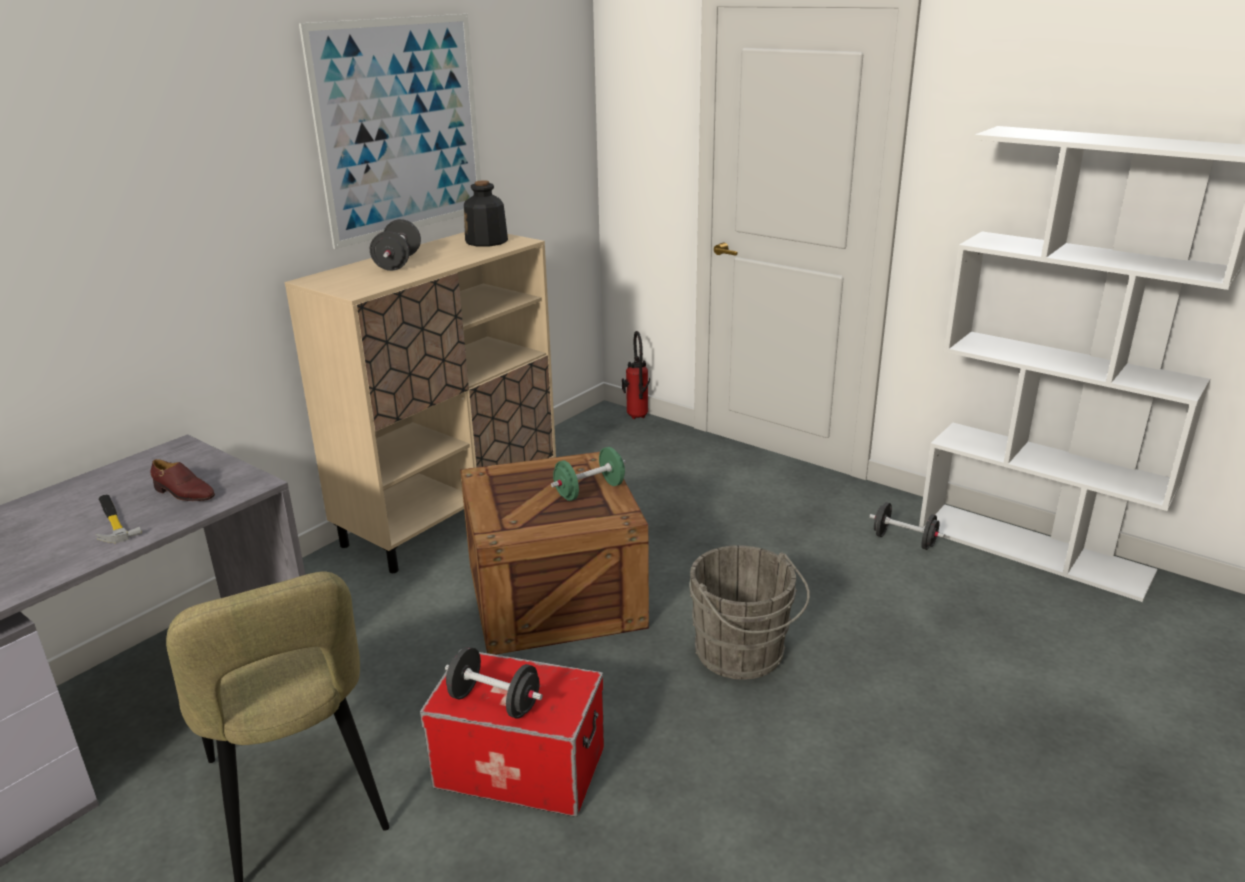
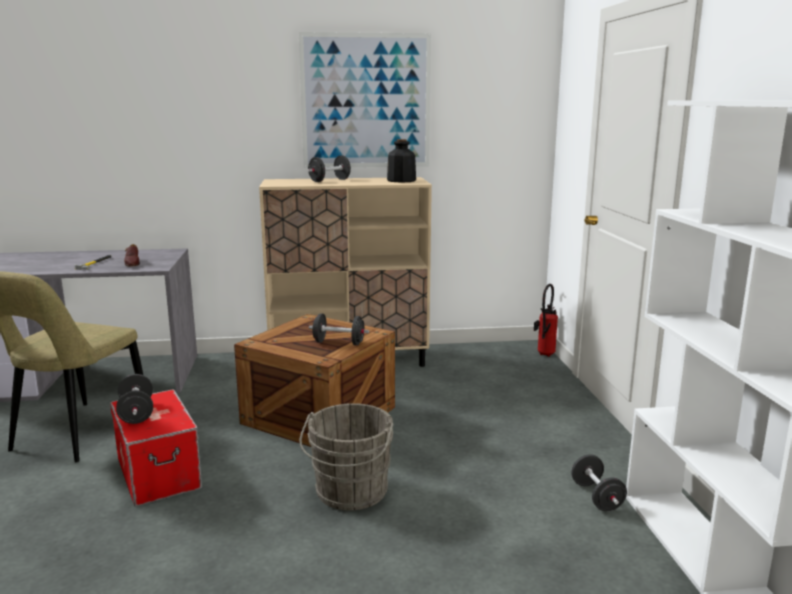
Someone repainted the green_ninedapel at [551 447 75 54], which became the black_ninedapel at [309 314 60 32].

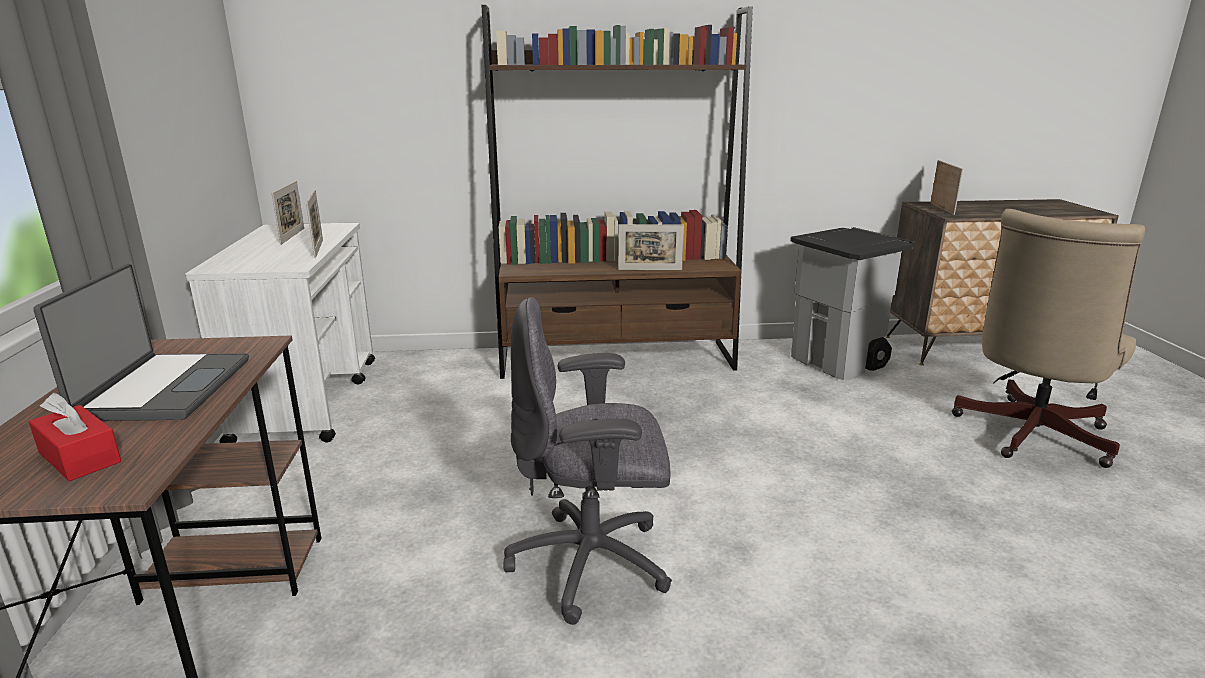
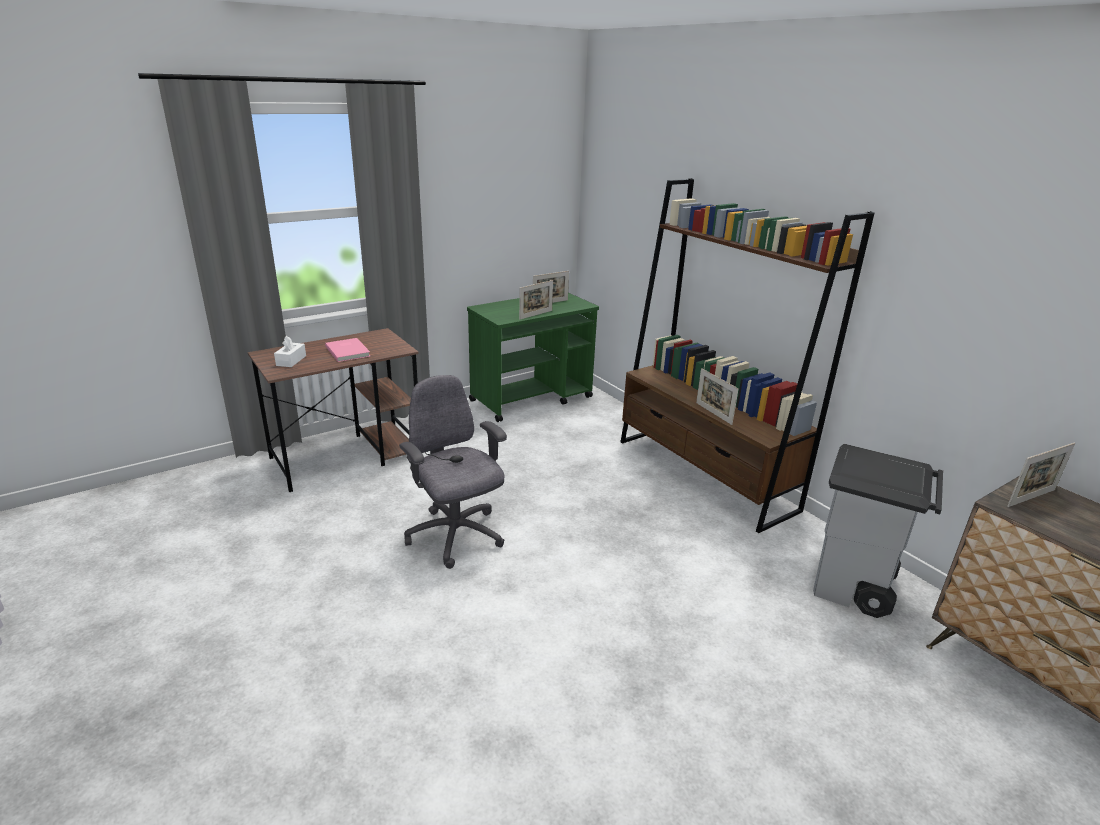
Someone took away the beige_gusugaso at [952 209 193 259]. Someone repainted the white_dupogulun at [185 223 190 220], which became the green_dupogulun at [467 293 132 129]. Someone swapped the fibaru at [33 264 216 157] for the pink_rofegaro at [325 338 45 24]. Someone repainted the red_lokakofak at [29 393 92 88], which became the white_lokakofak at [274 336 32 31].

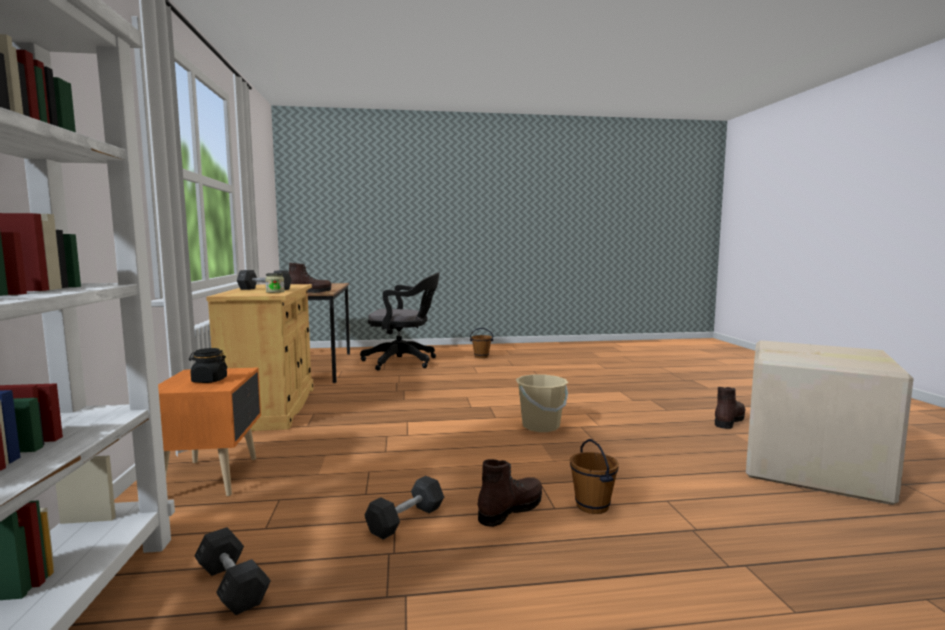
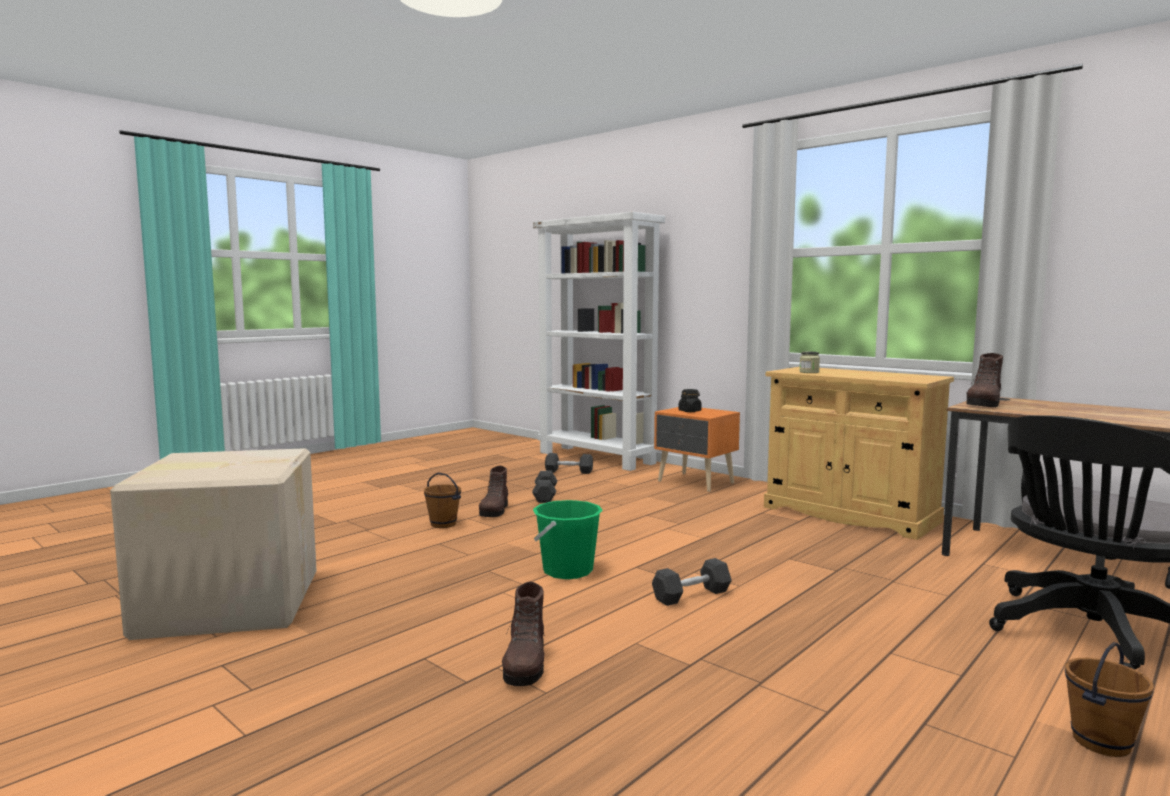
Someone carried the grey_ninedapel from [237 270 54 20] to [652 558 80 48]. Someone repainted the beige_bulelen at [516 375 52 57], which became the green_bulelen at [533 500 70 79]. Someone carried the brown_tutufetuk from [715 387 30 42] to [502 582 43 104].

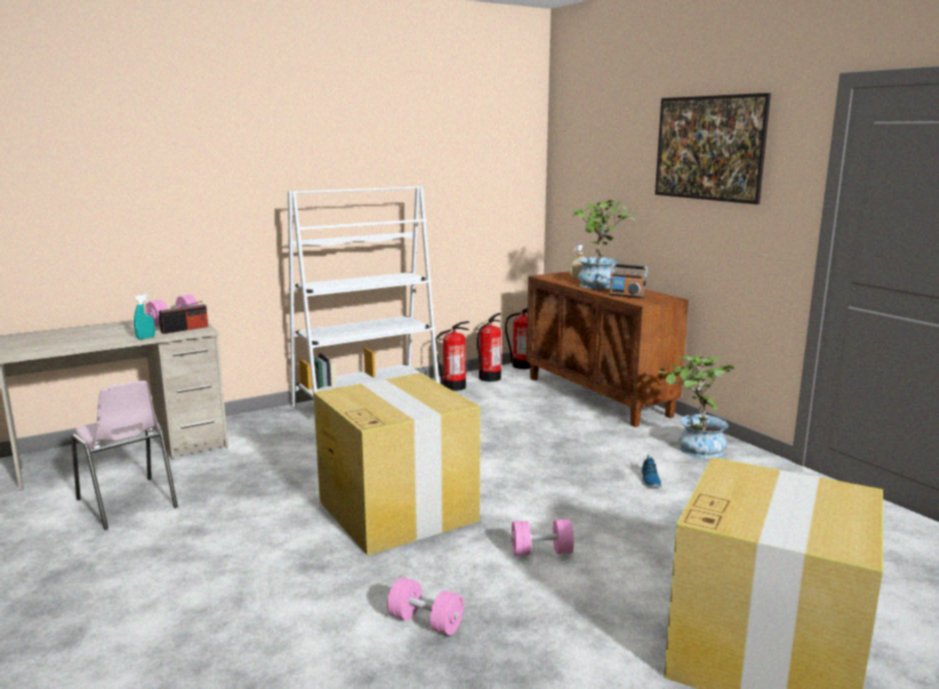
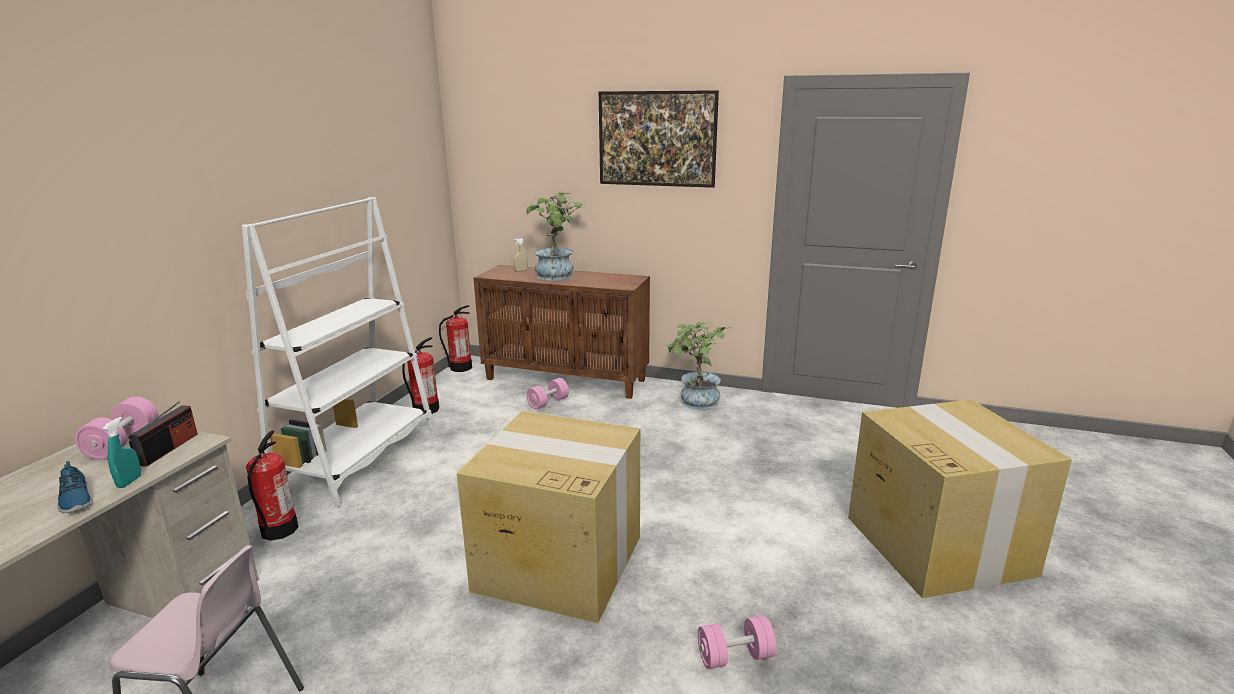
Someone took away the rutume at [609 264 39 35]. Someone carried the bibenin from [477 313 24 69] to [246 431 53 110]. Someone carried the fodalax from [641 455 20 32] to [57 461 36 52]. Someone carried the pink_ninedapel from [511 519 63 37] to [527 378 42 31].

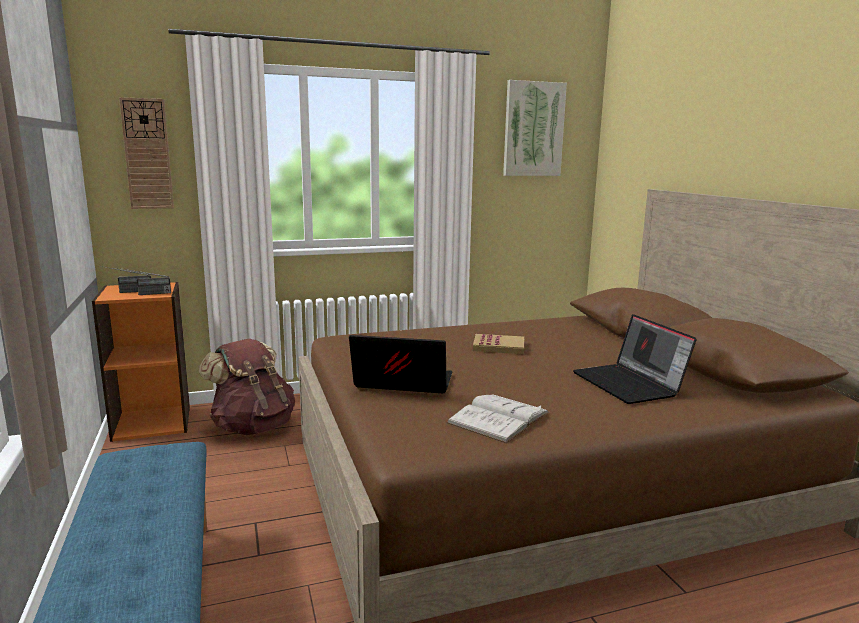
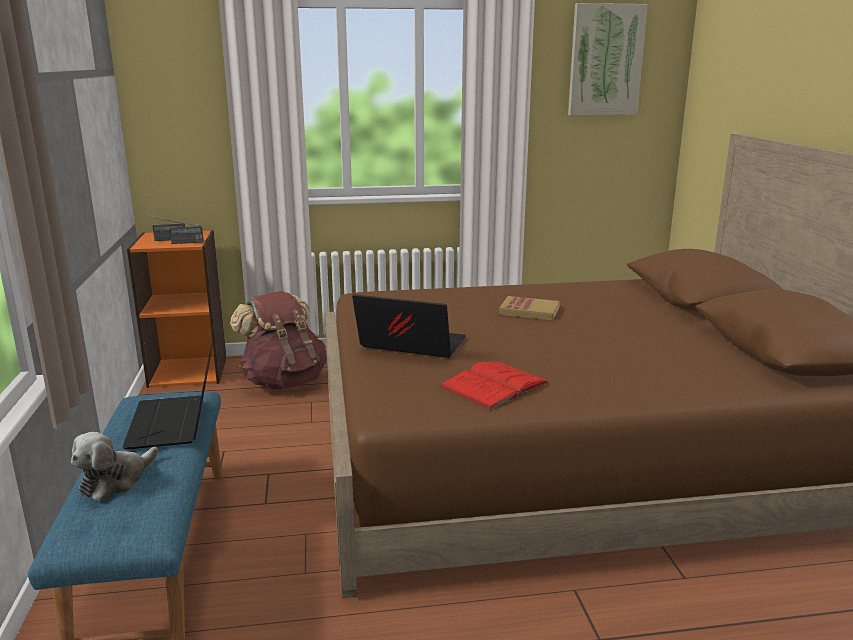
Someone took away the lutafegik at [119 97 55 112]. Someone carried the fibaru from [573 314 124 90] to [123 342 90 107]. Someone repainted the white_rofegaro at [446 394 103 49], which became the red_rofegaro at [439 361 111 50]. Someone put down the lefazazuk at [71 432 88 69].

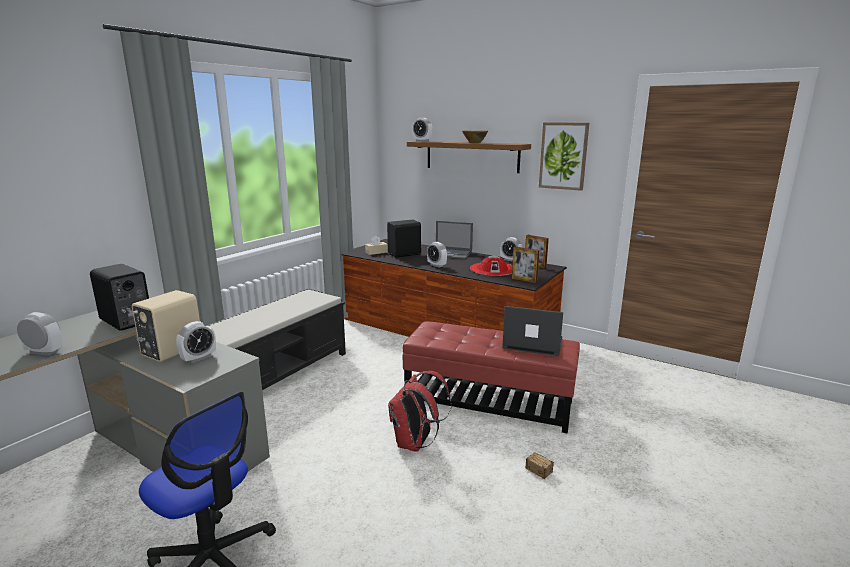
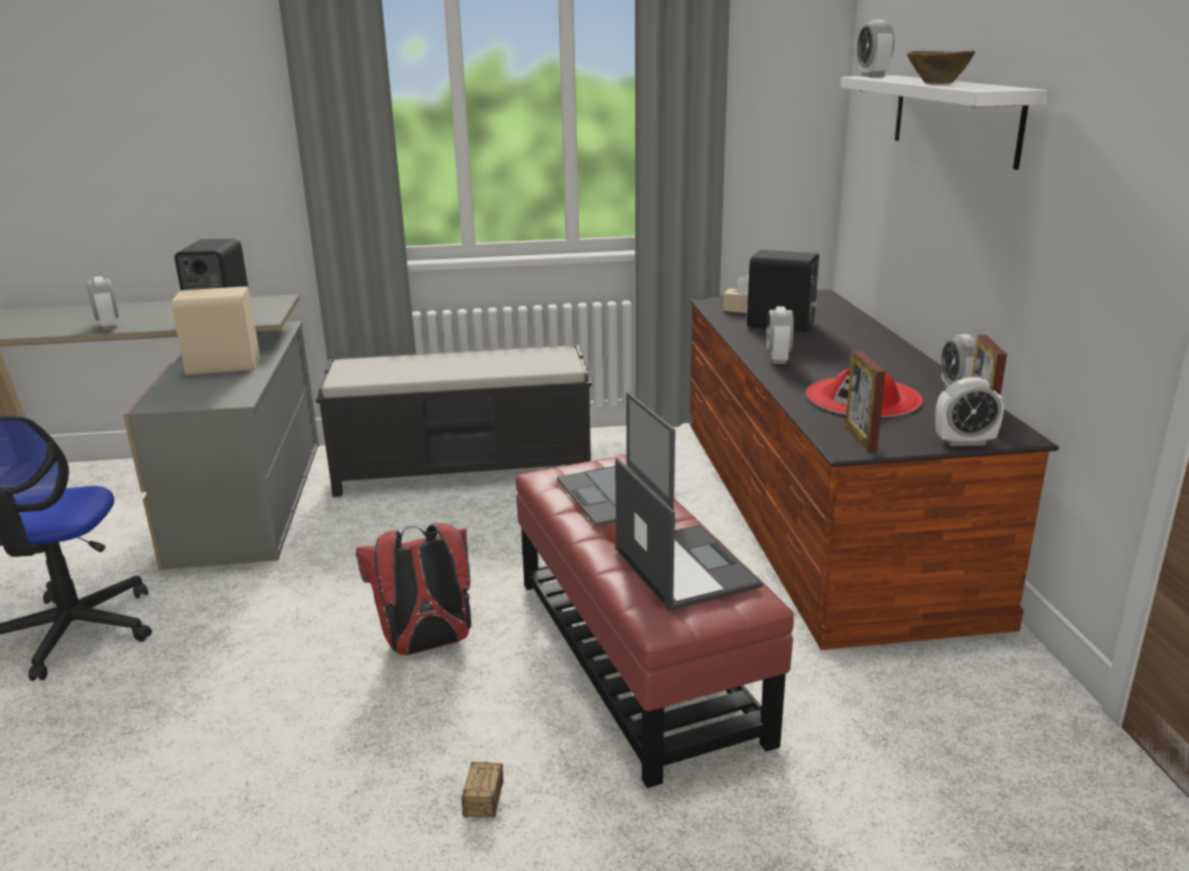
Someone took away the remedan at [539 122 50 69]. Someone repainted the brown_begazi at [407 141 124 32], which became the white_begazi at [841 75 206 95]. Someone carried the fibaru from [436 221 37 38] to [557 392 118 134]. Someone carried the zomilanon from [176 321 40 42] to [935 377 69 69].

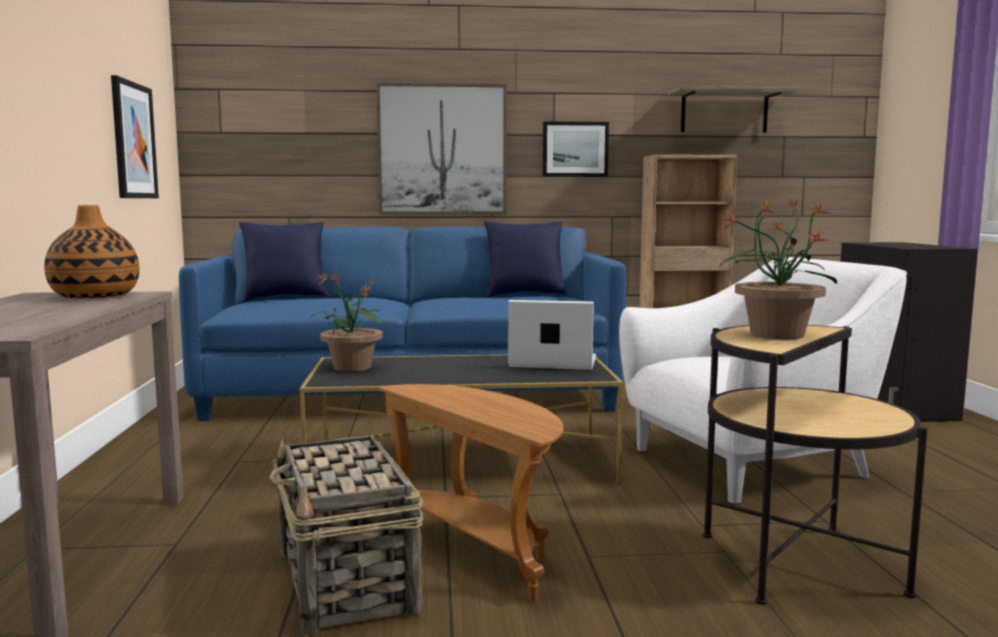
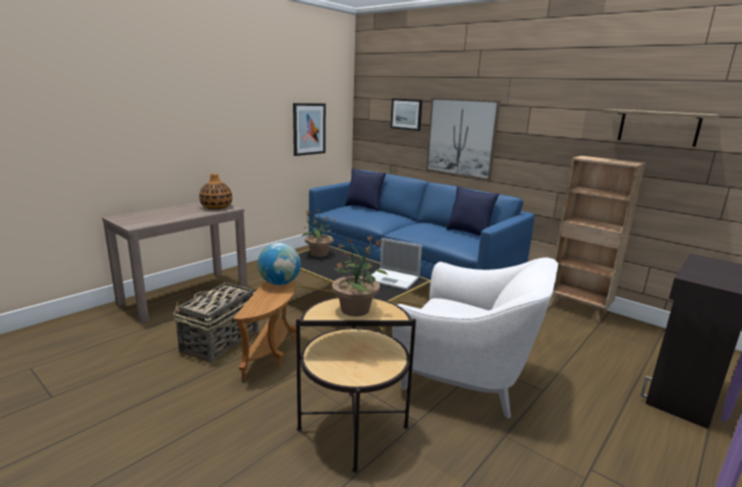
Someone carried the remedan from [543 121 66 56] to [391 98 31 33]. Someone rotated the fibaru at [508 300 88 70] by 150 degrees clockwise. Someone put down the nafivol at [258 243 43 42].

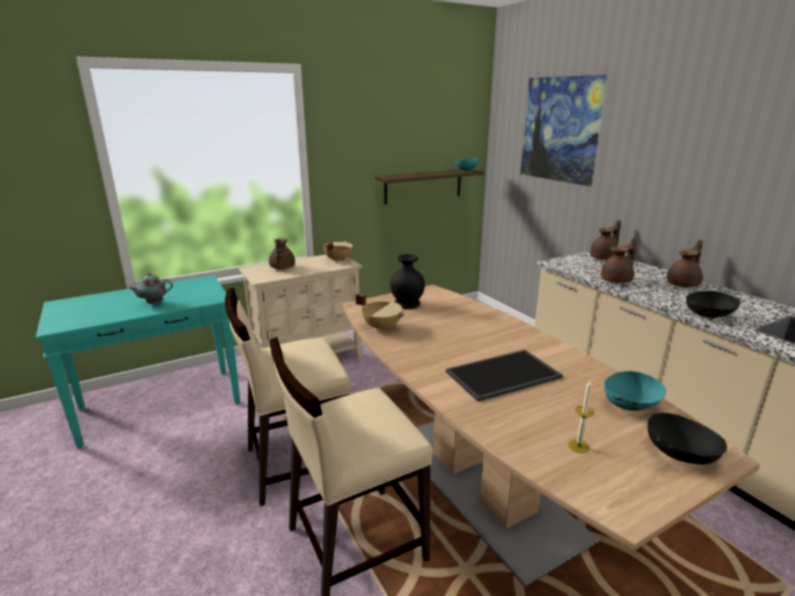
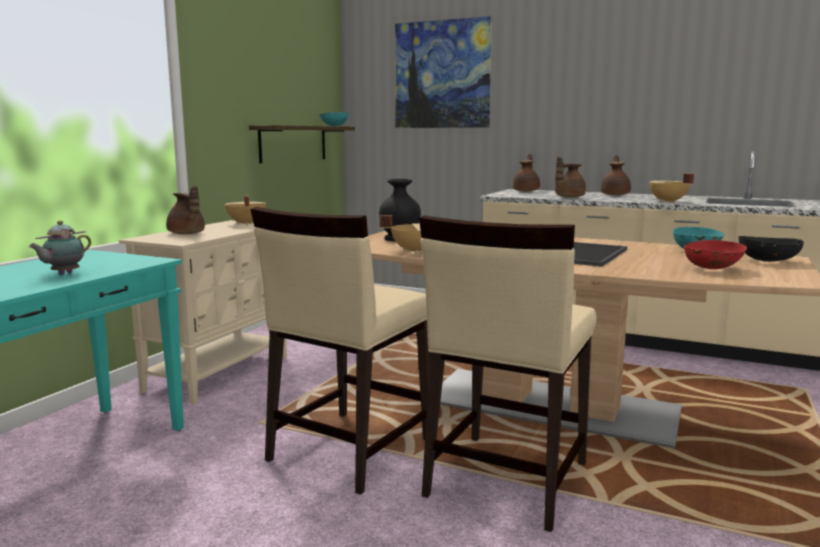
Someone rotated the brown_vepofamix at [601 237 36 46] by 150 degrees counterclockwise. Someone swapped the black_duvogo at [686 291 55 27] for the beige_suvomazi at [649 173 45 30]. Someone swapped the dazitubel at [568 380 26 73] for the red_duvogo at [684 240 63 29].

